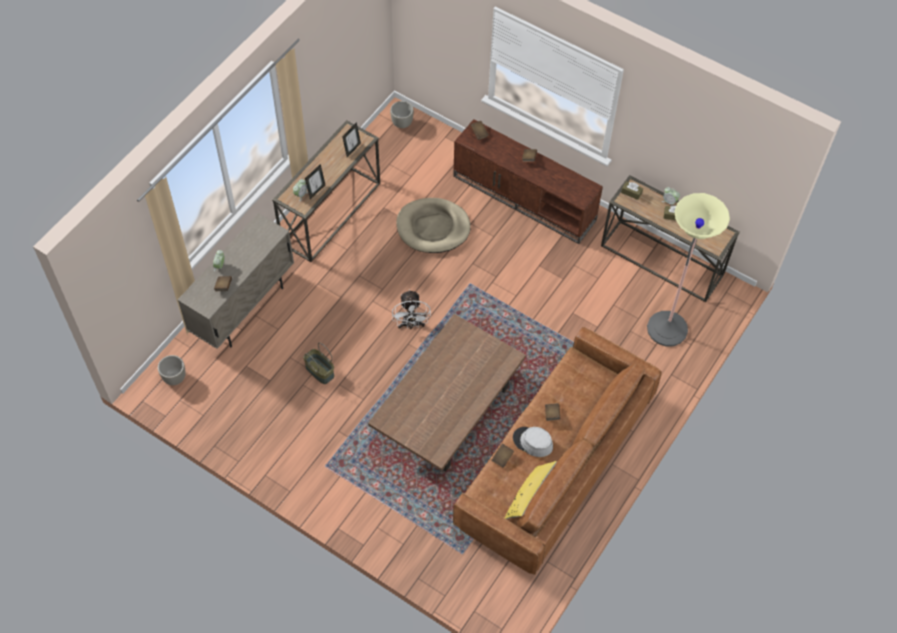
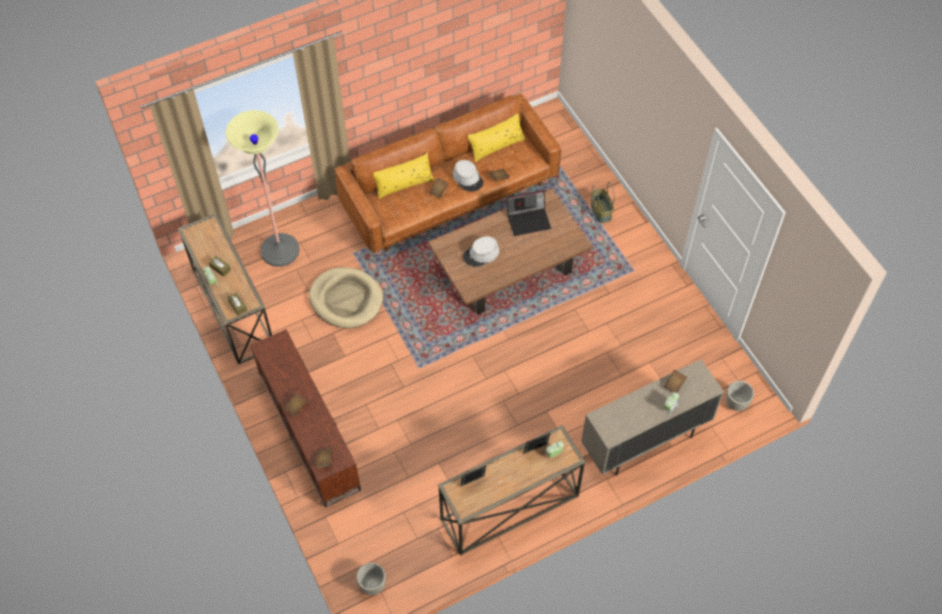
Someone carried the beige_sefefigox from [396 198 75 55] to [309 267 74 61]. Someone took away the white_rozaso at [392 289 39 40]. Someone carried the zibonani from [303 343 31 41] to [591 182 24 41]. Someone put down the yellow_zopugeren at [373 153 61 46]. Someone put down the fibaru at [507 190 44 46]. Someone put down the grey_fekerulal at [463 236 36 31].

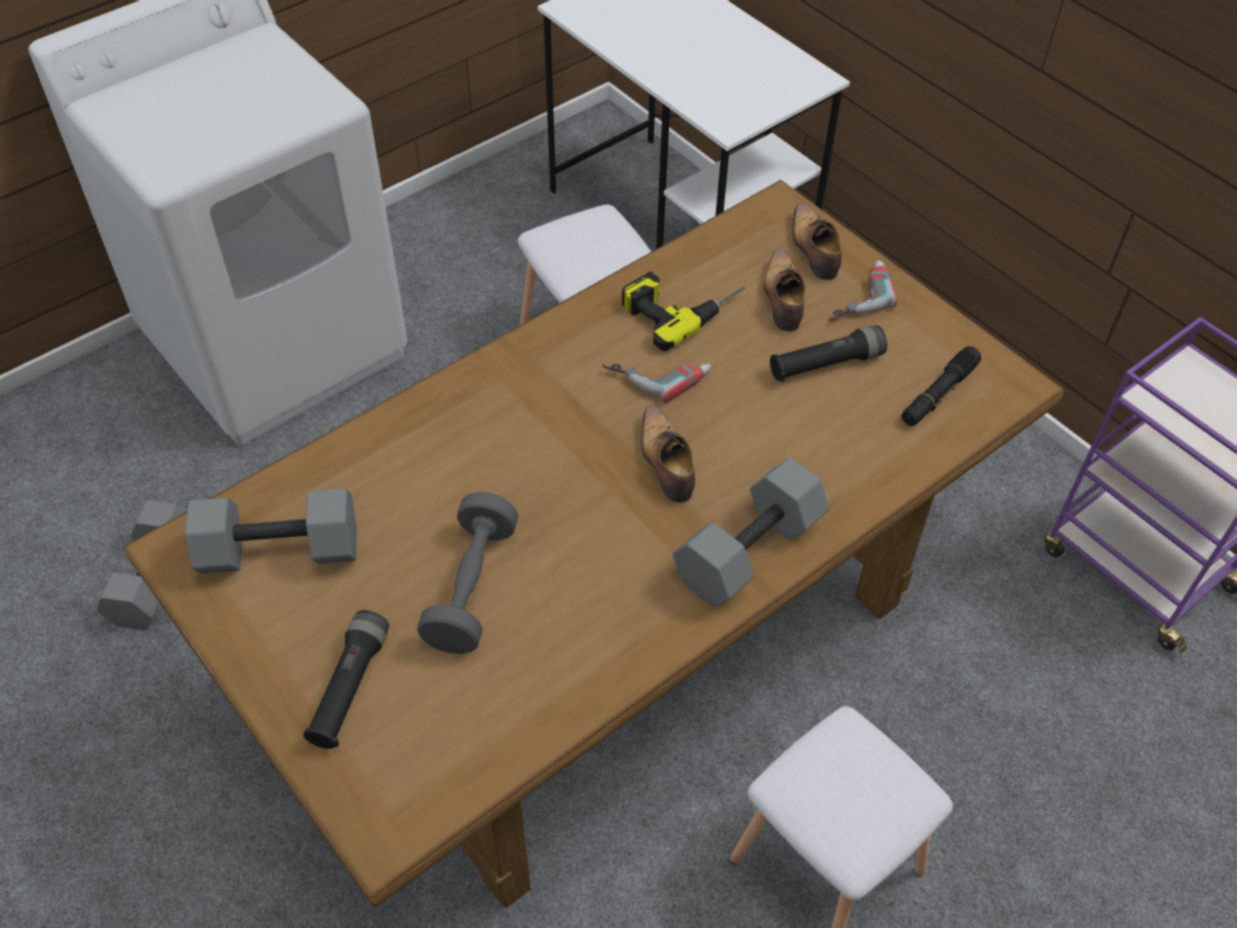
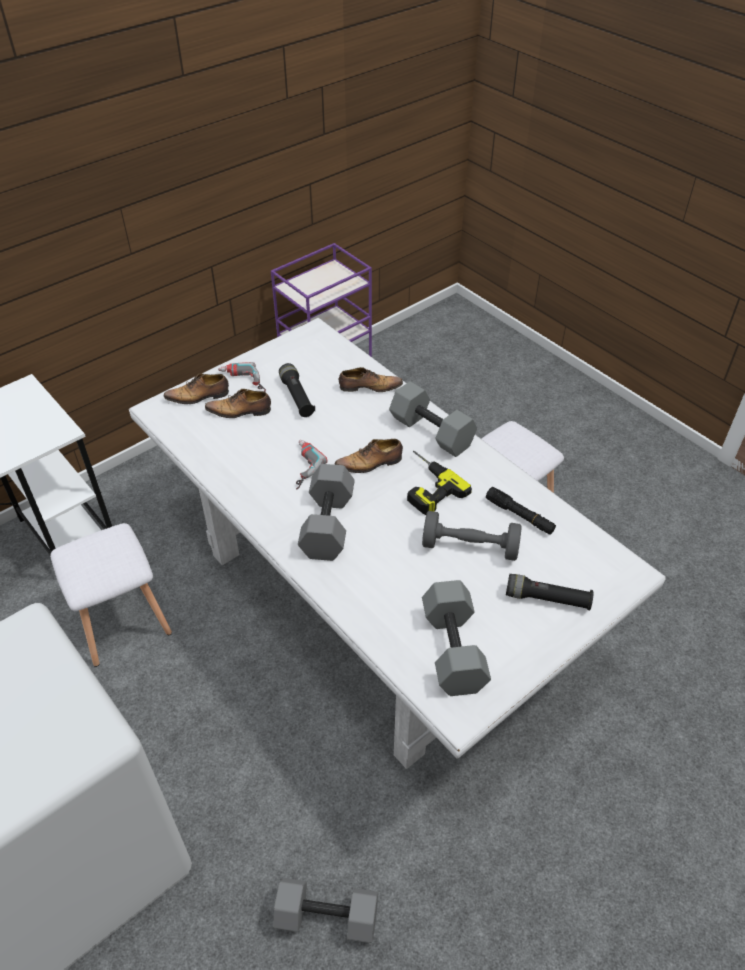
Someone repainted the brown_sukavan at [124 180 940 728], which became the white_sukavan at [129 318 537 451]. Someone carried the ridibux from [622 271 123 80] to [407 451 65 64]. Someone carried the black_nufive from [902 346 79 80] to [486 487 70 47]. Someone put down the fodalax at [339 367 64 25]. Someone put down the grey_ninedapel at [298 464 57 97].

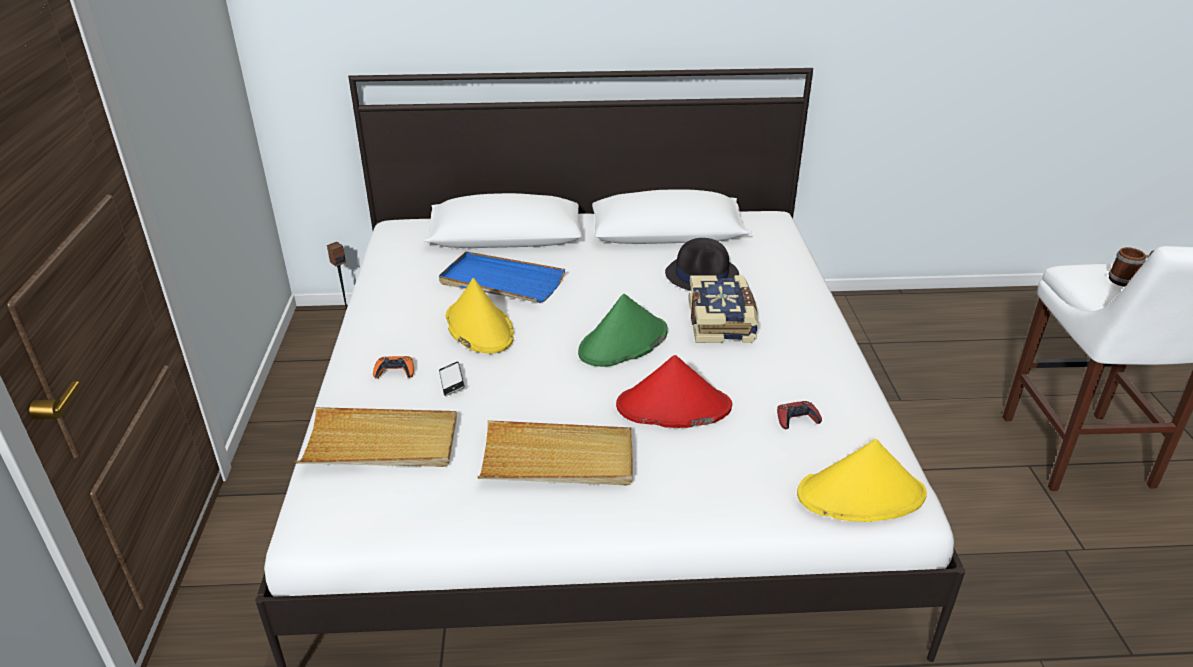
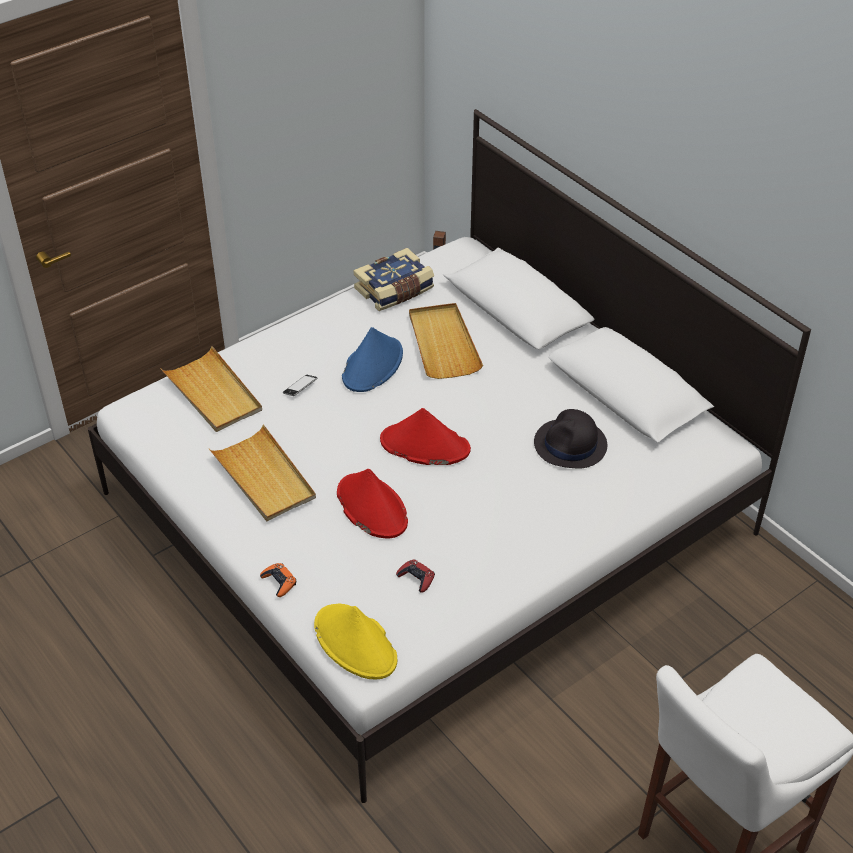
Someone took away the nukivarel at [1109 247 45 40]. Someone repainted the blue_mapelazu at [439 251 126 52], which became the beige_mapelazu at [409 303 74 76]. Someone carried the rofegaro from [688 275 70 68] to [353 248 81 63]. Someone repainted the yellow_fekerulal at [446 278 68 76], which became the blue_fekerulal at [342 327 61 65]. Someone repainted the green_fekerulal at [578 294 90 73], which became the red_fekerulal at [380 408 91 57]. Someone carried the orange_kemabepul from [373 356 41 23] to [260 563 36 34].

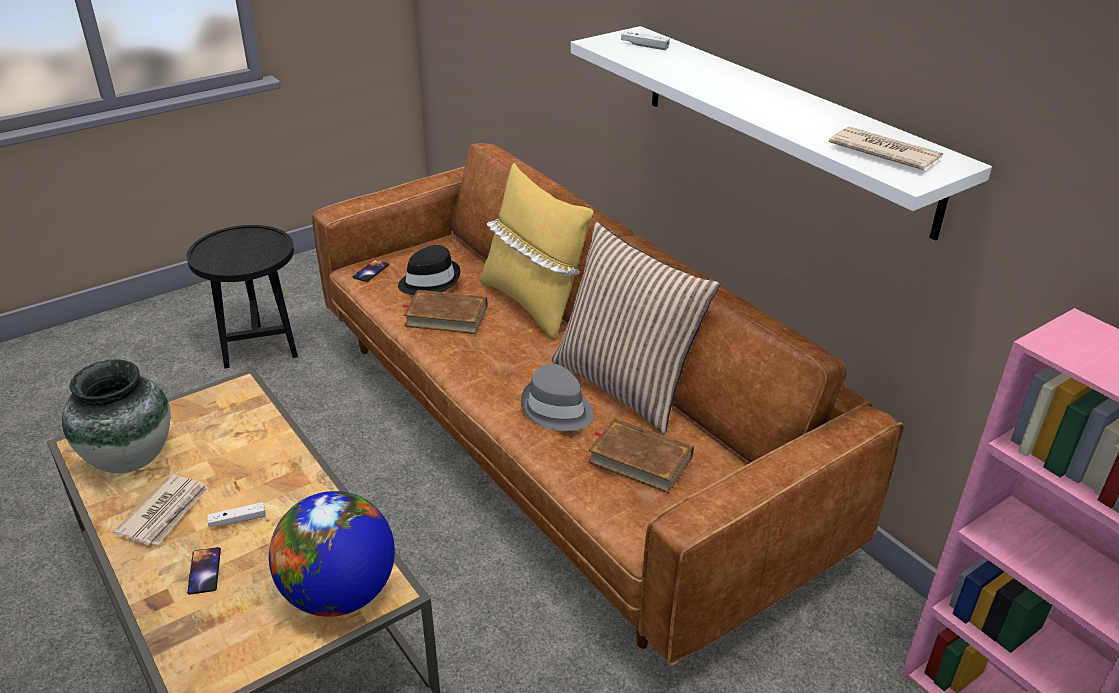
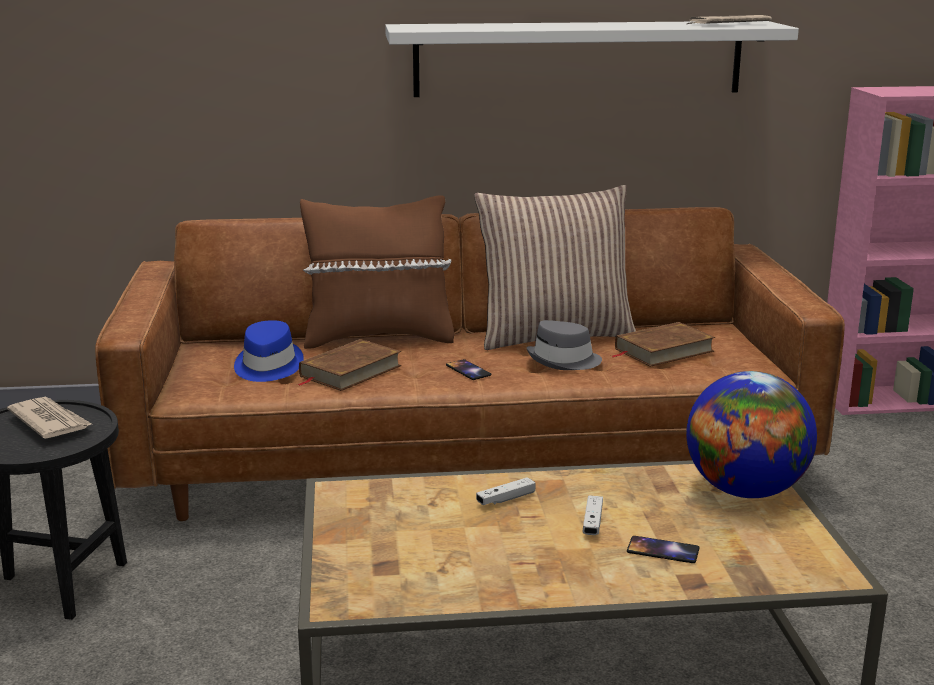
Someone carried the white_kemabepul from [621 31 49 19] to [476 477 60 28]. Someone repainted the yellow_zopugeren at [480 163 113 177], which became the brown_zopugeren at [300 195 154 154]. Someone repainted the black_fekerulal at [398 245 62 50], which became the blue_fekerulal at [234 320 70 62]. Someone carried the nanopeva from [353 260 36 22] to [446 359 45 21]. Someone took away the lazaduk at [62 360 108 113]. Someone carried the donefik from [113 474 96 71] to [7 397 85 42].

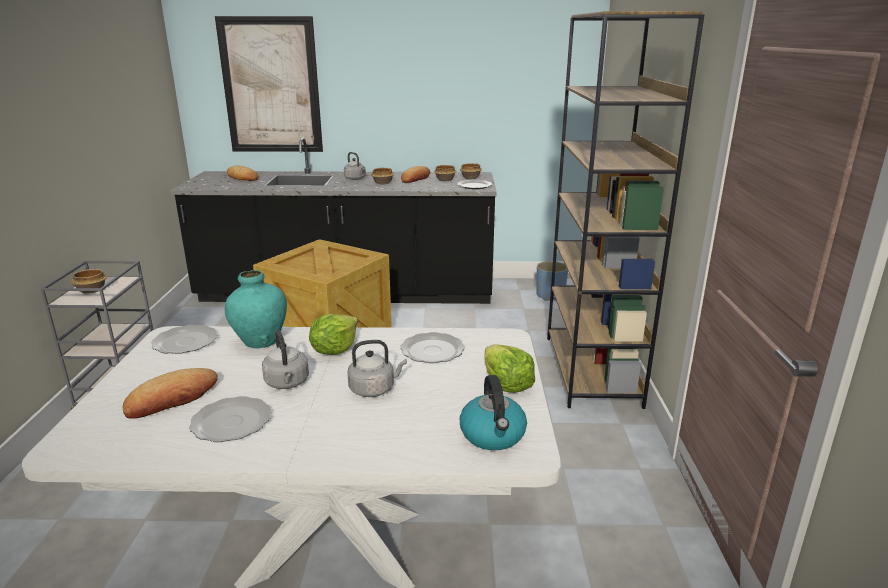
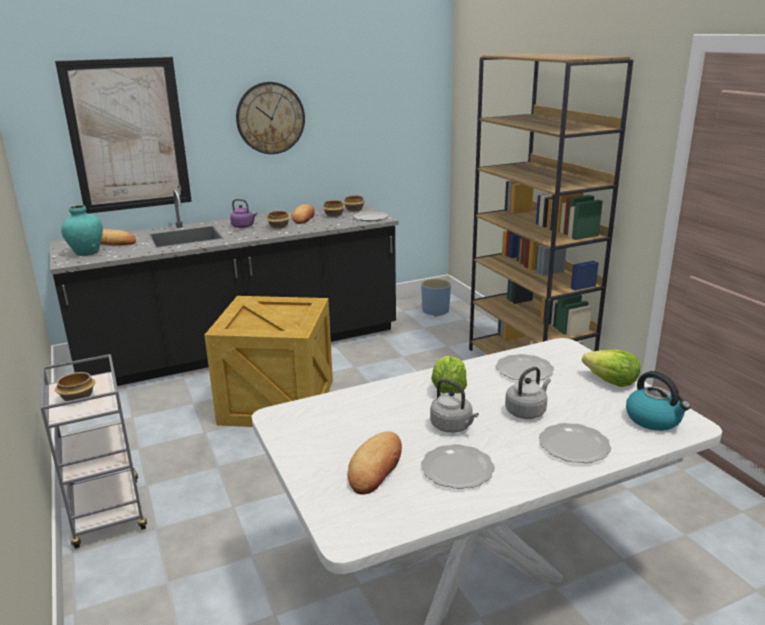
Someone repainted the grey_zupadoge at [344 152 22 28], which became the purple_zupadoge at [230 199 27 29]. Someone carried the turquoise_lazaduk from [225 270 62 78] to [61 205 42 51]. Someone carried the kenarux from [151 325 67 29] to [539 423 72 40]. Someone put up the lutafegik at [236 82 69 72].

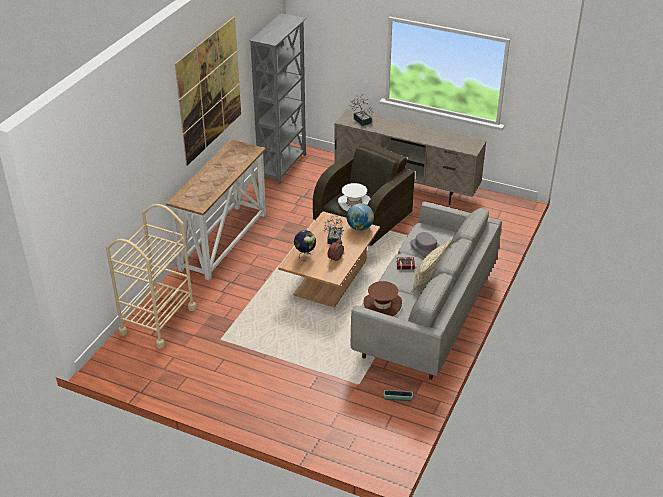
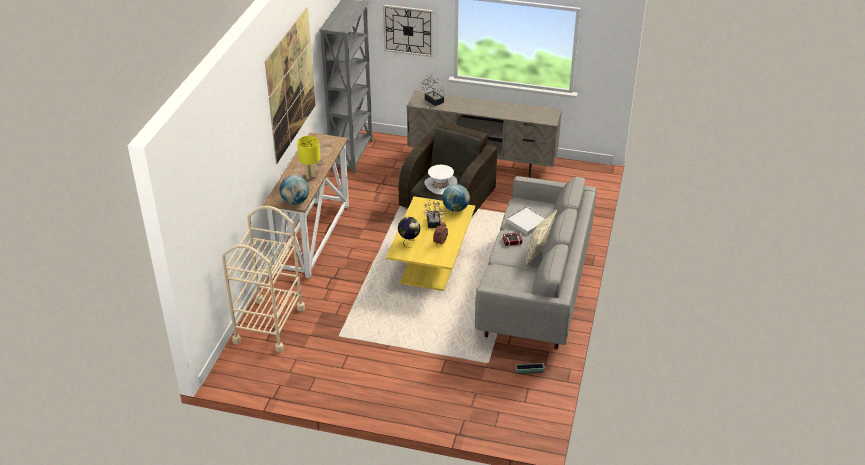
Someone repainted the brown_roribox at [278 211 102 97], which became the yellow_roribox at [386 196 89 95]. Someone swapped the grey_fekerulal at [410 232 30 26] for the white_mapelazu at [506 206 40 29]. Someone took away the brown_fekerulal at [363 281 39 35]. Someone put up the lutafegik at [383 5 50 52]. Someone put down the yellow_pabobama at [297 136 23 43]. Someone put down the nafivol at [279 175 30 30].

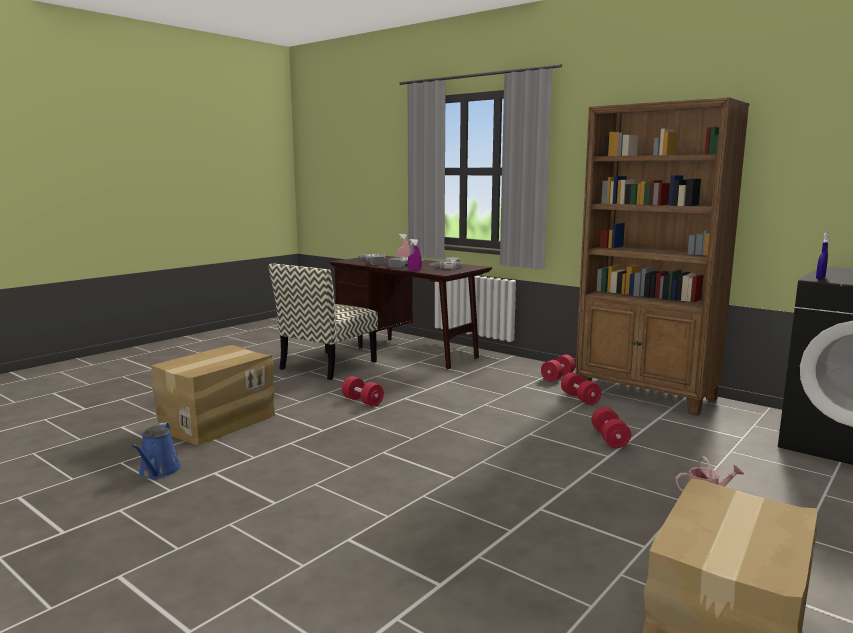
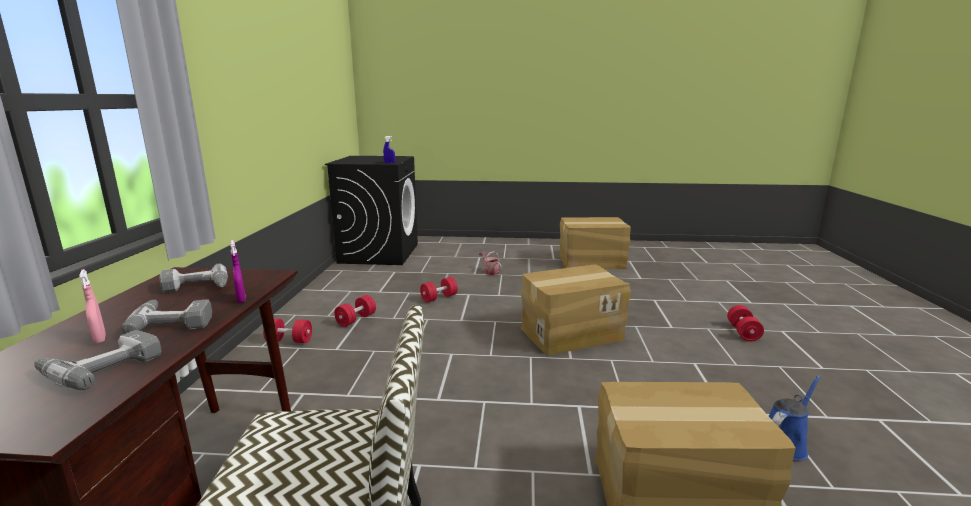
Someone took away the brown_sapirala at [575 97 174 319]. Someone carried the red_ninedapel from [342 376 42 31] to [727 305 37 36]. Someone put down the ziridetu at [521 264 110 91].

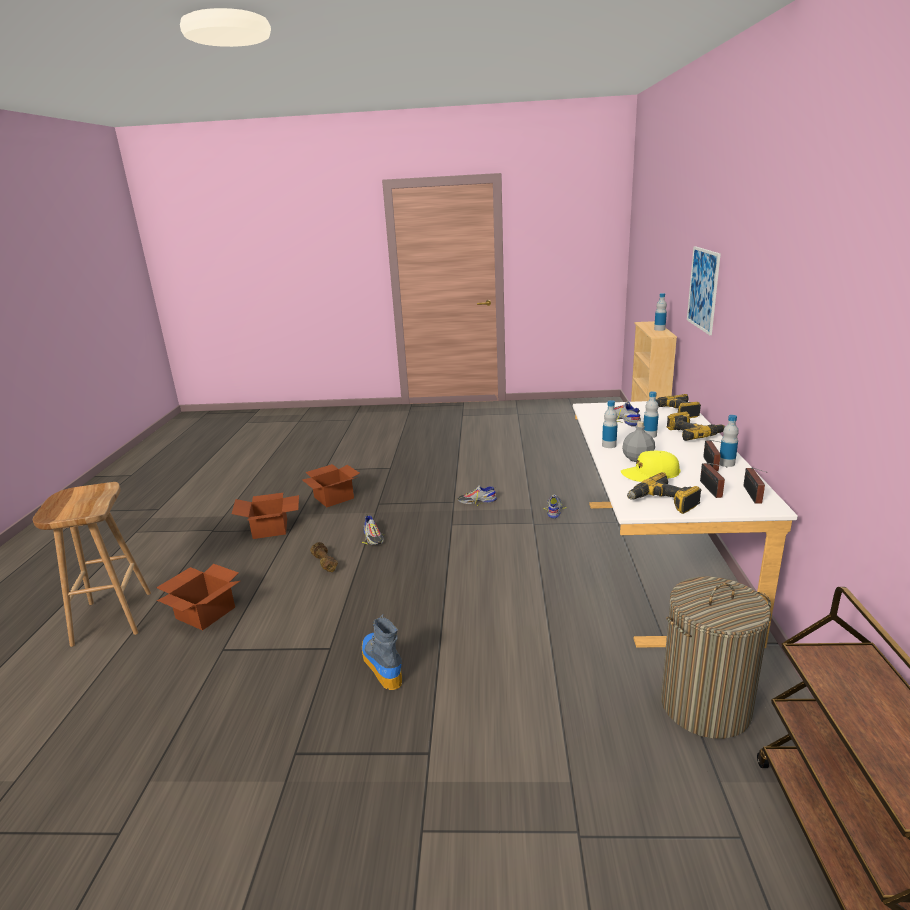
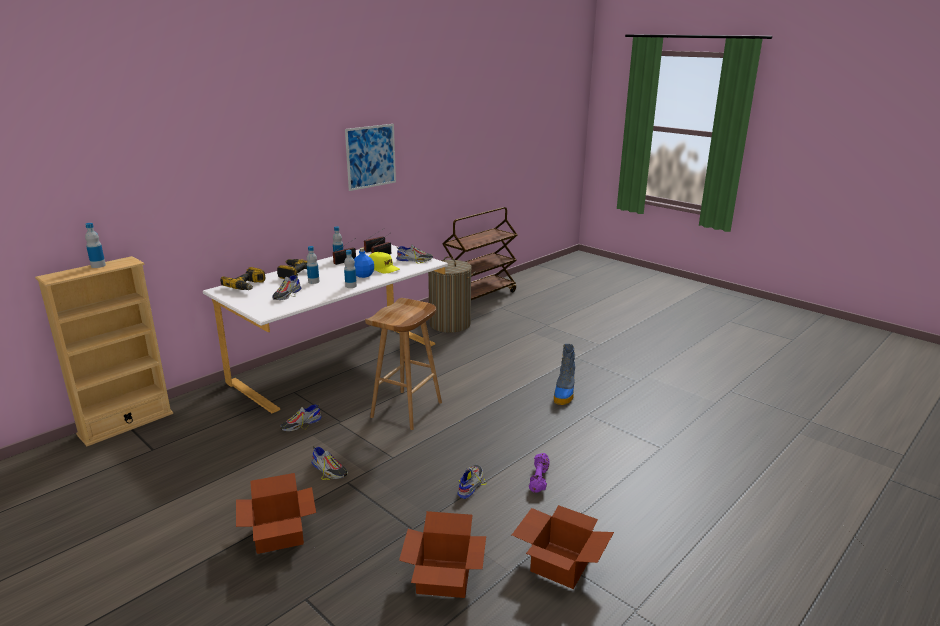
Someone carried the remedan from [687 246 34 89] to [345 124 51 67]. Someone repainted the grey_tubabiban at [622 421 33 41], which became the blue_tubabiban at [354 248 20 30]. Someone swapped the ridibux at [627 472 74 42] for the fodalax at [396 245 37 19]. Someone carried the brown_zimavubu from [33 482 118 165] to [365 298 77 132]. Someone repainted the brown_ninedapel at [310 542 28 30], which became the purple_ninedapel at [529 453 21 40]. Someone carried the ziridetu from [156 564 84 67] to [236 473 80 81].

